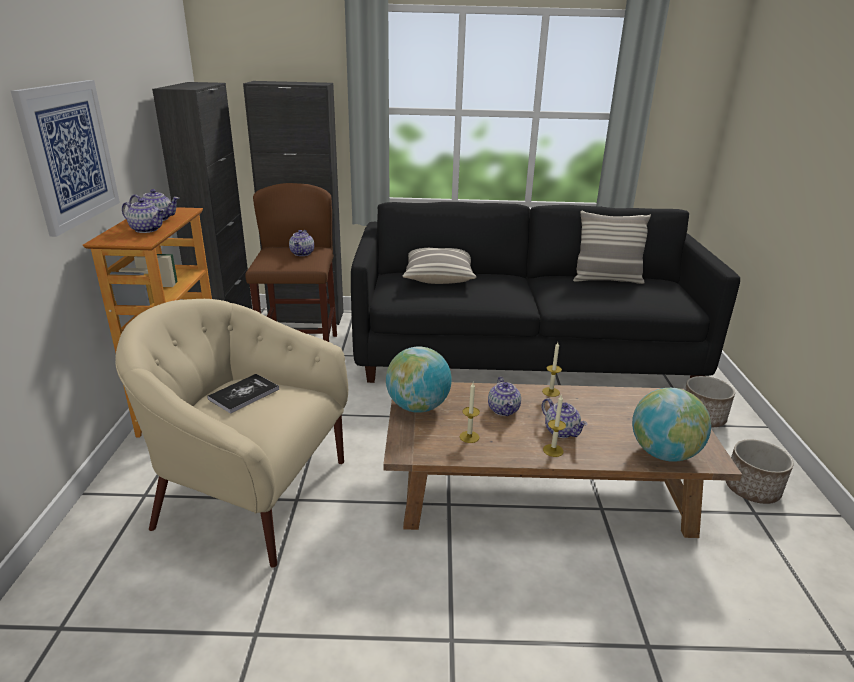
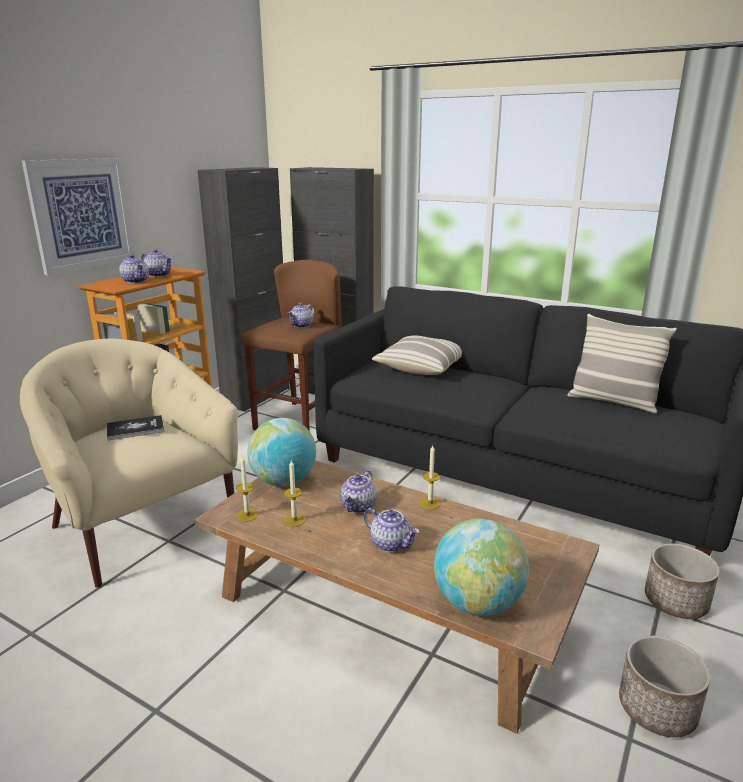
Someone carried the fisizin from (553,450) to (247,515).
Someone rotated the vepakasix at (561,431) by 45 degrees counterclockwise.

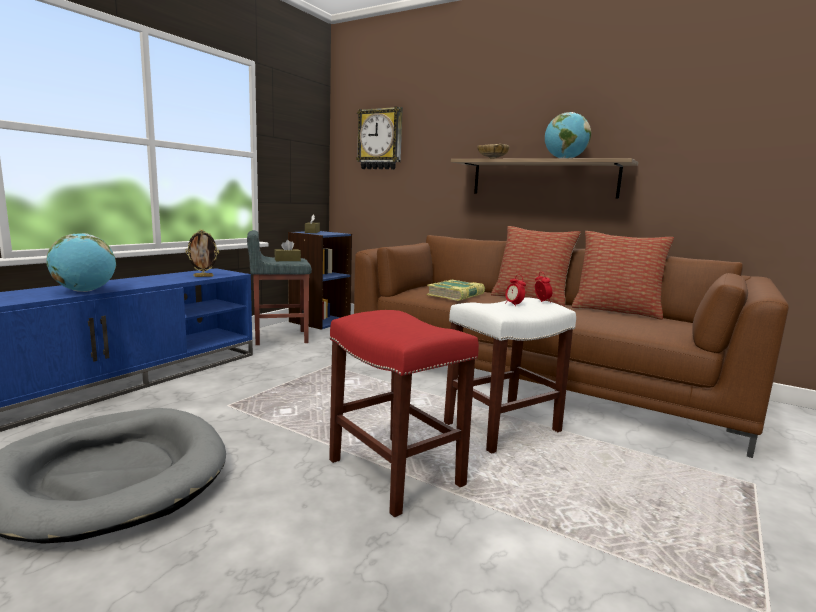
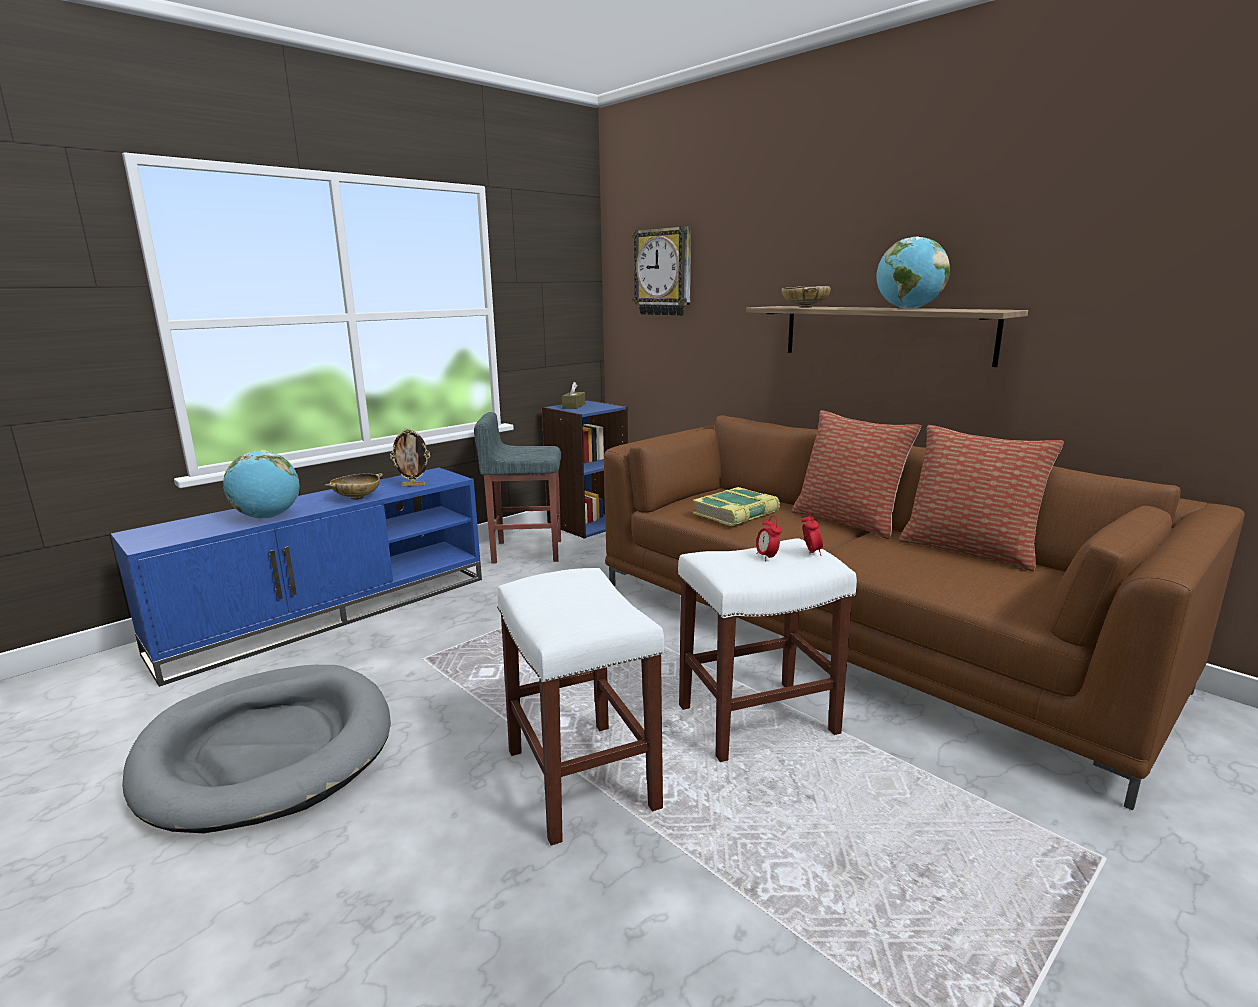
Someone took away the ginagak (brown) at (287,260).
Someone put down the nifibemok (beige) at (357,498).
Someone repainted the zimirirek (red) at (397,473), which became the zimirirek (white) at (583,780).

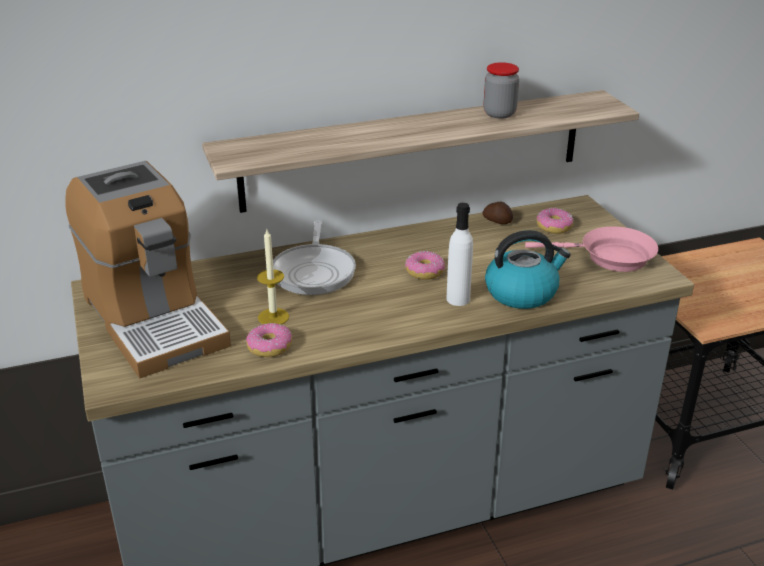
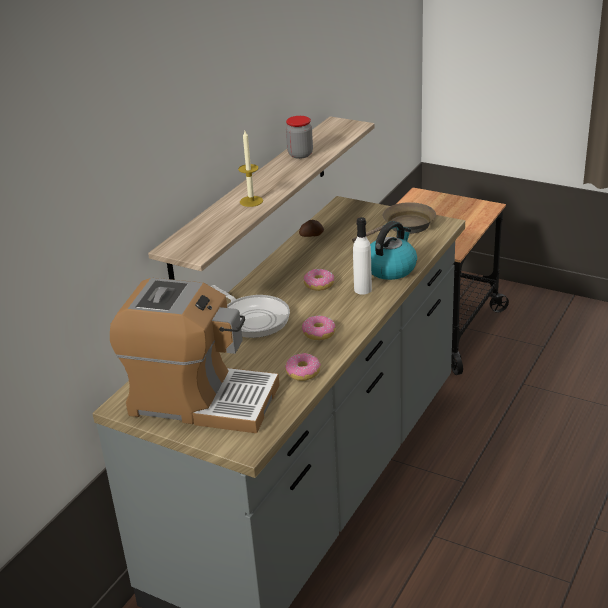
Someone carried the fisizin from (273,317) to (251,201).
Someone carried the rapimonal from (554,227) to (318,333).
Someone repainted the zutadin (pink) at (610,257), which became the zutadin (brown) at (404,226).

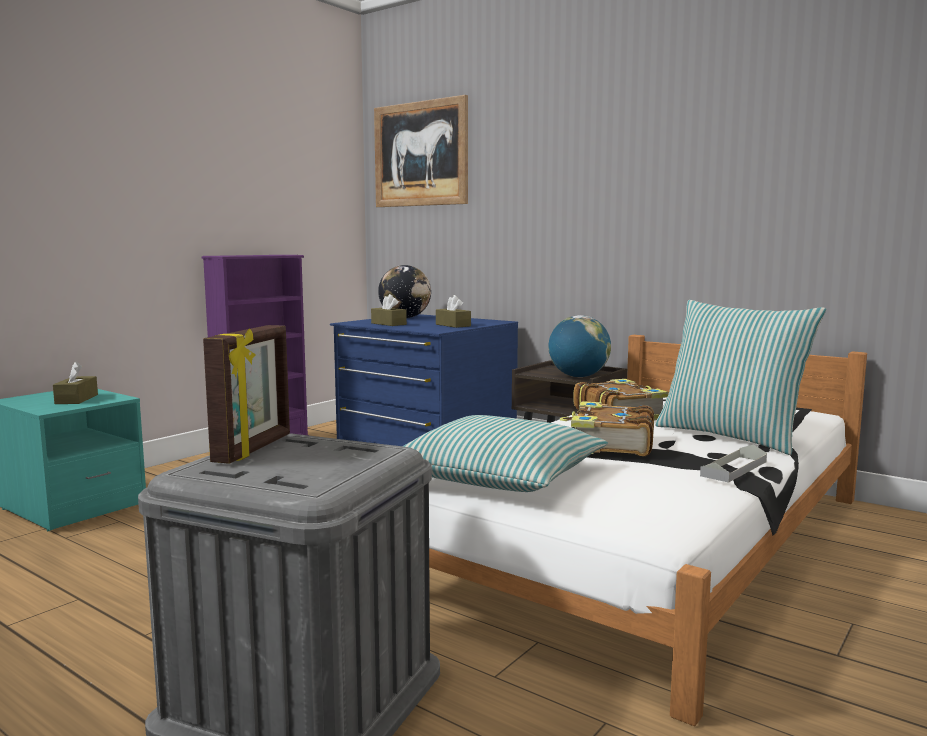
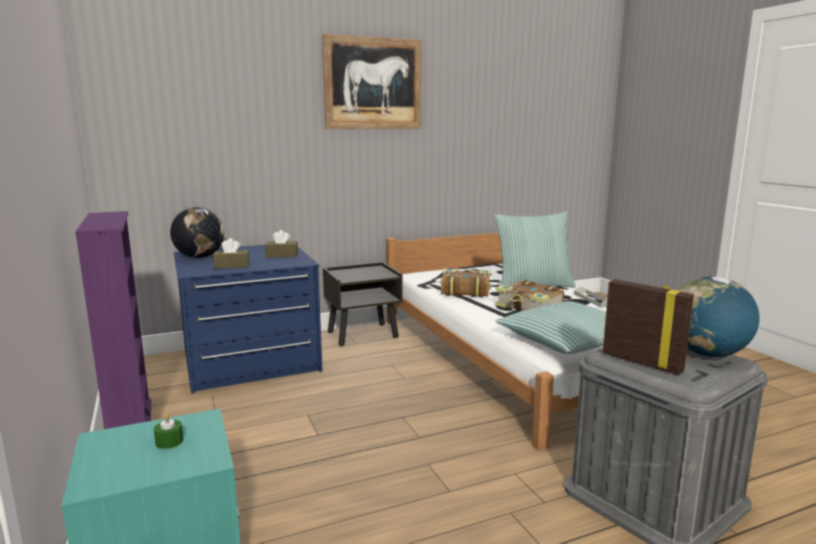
Someone carried the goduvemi from (420,154) to (373,83).
Someone carried the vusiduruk from (578,376) to (707,354).
Someone swapped the ginagak (brown) at (76,399) for the fisizin (green) at (169,441).

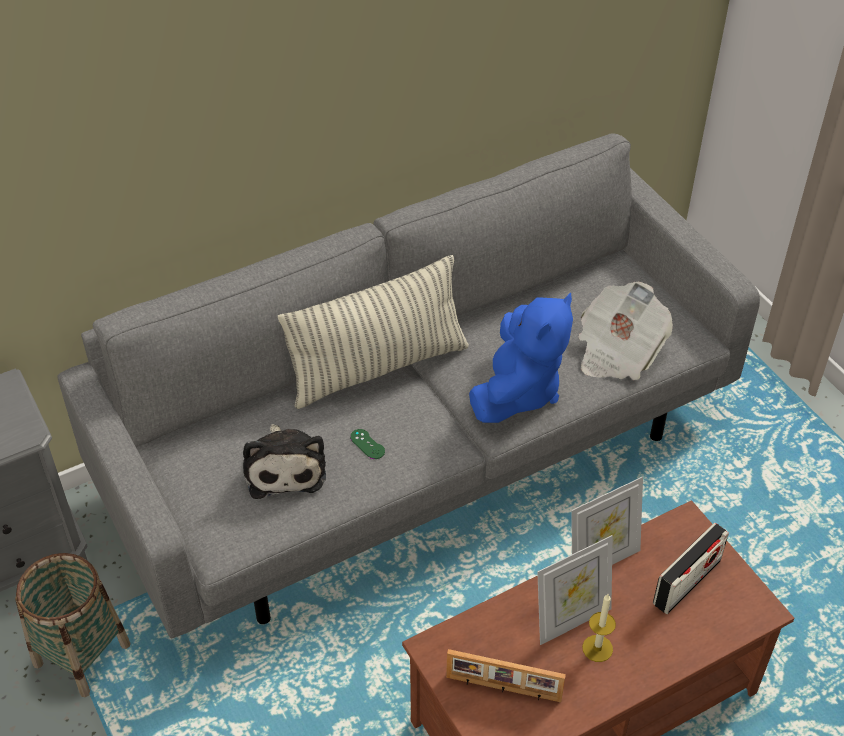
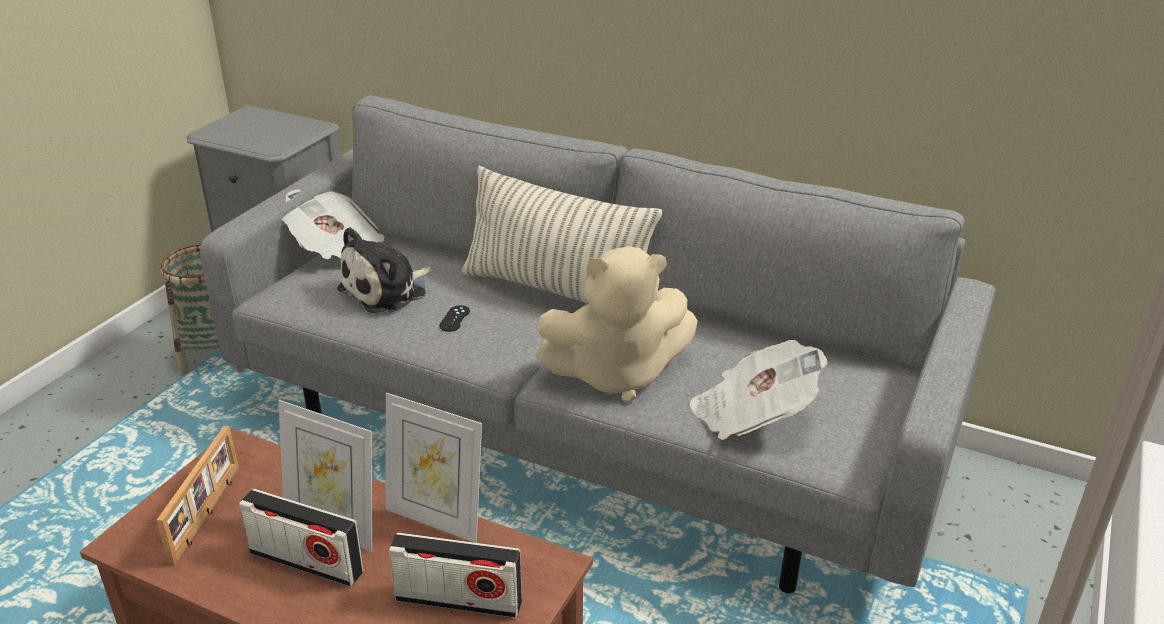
Someone put down the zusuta at (337,251).
Someone swapped the fisizin at (597,648) for the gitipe at (306,562).
Someone repainted the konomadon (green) at (367,444), which became the konomadon (black) at (454,319).
Someone repainted the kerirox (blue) at (518,391), which became the kerirox (beige) at (616,374).
Someone rotated the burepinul at (503,689) by 150 degrees counterclockwise.

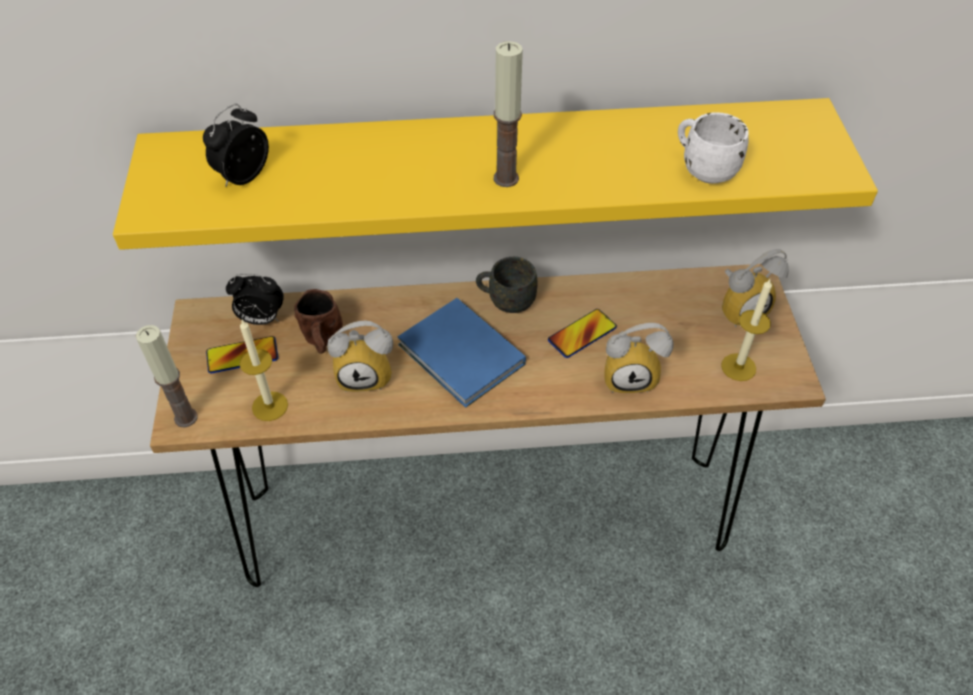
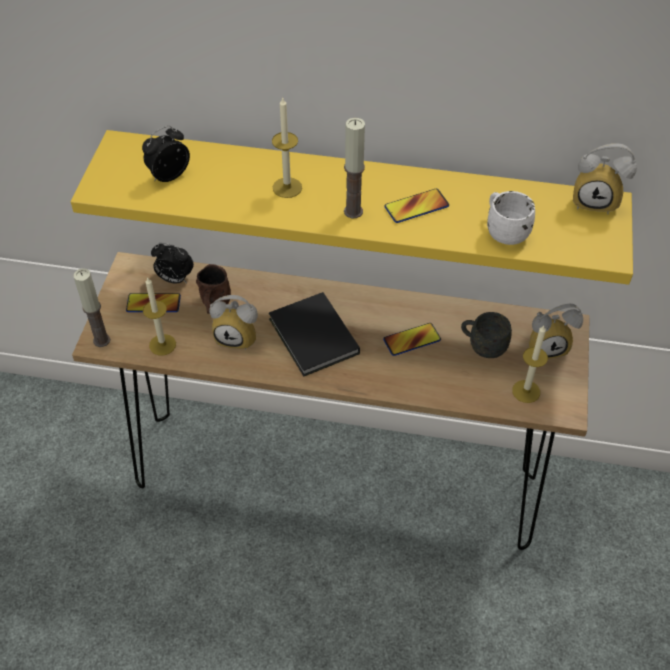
Someone put down the fisizin at (287,187).
Someone put down the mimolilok at (416,207).
Someone carried the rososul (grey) from (505,301) to (482,346).
Someone carried the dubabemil from (630,376) to (596,200).
Someone repainted the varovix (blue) at (462,357), which became the varovix (black) at (313,338).

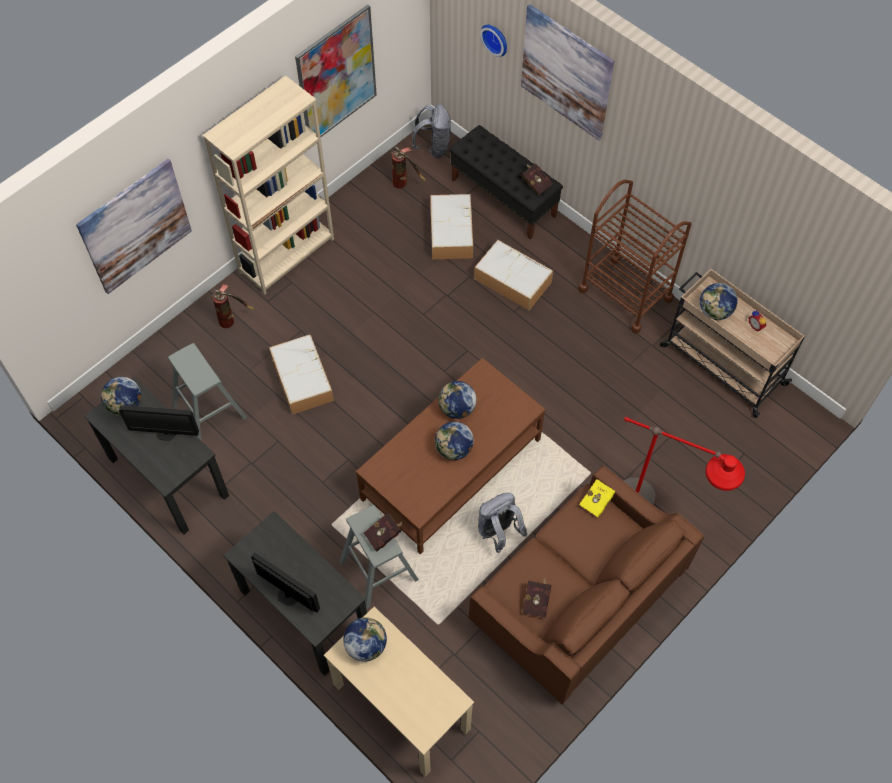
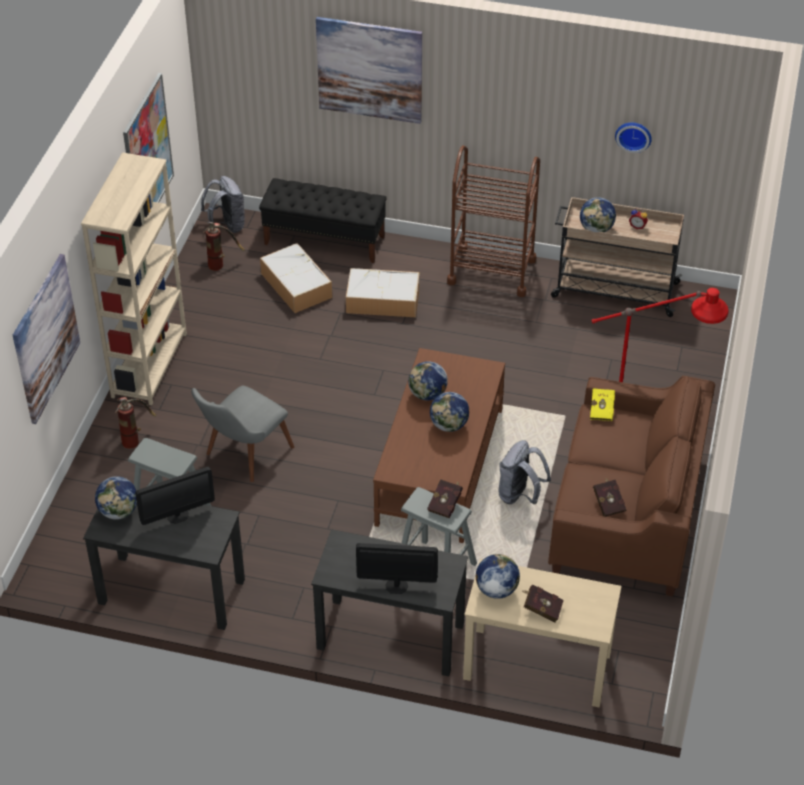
Someone carried the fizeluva from (496,38) to (633,135).
Someone carried the varovix (red) from (535,183) to (541,609).
Someone swapped the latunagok at (301,378) for the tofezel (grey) at (242,456).

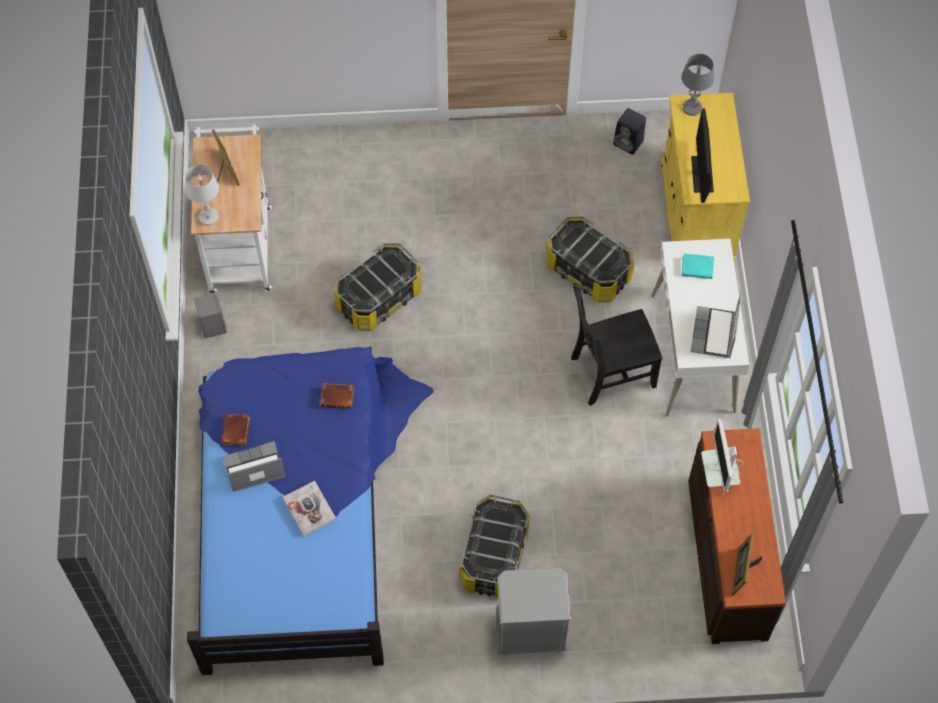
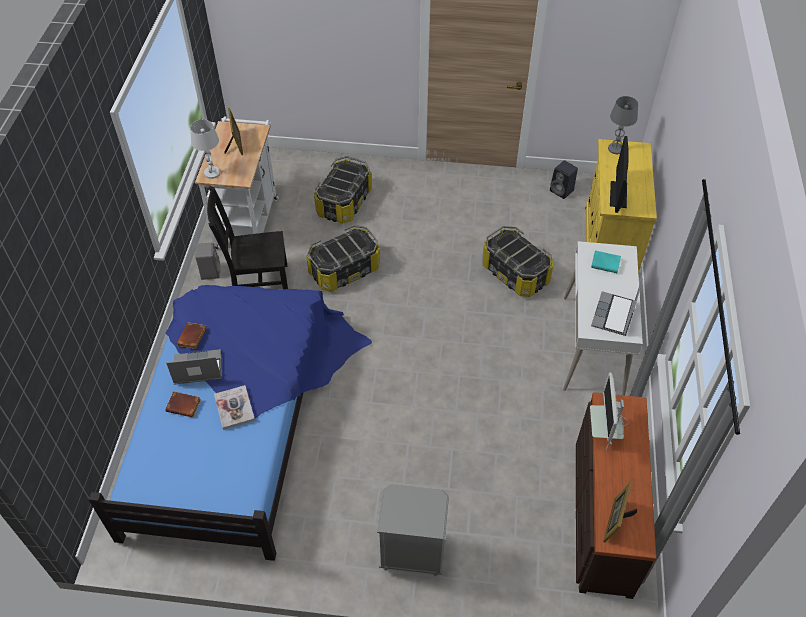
Someone carried the varovix (brown) from (338,397) to (185,405).
Someone carried the latunagok from (493,556) to (343,202).
Someone carried the tofezel (black) from (610,372) to (257,283).

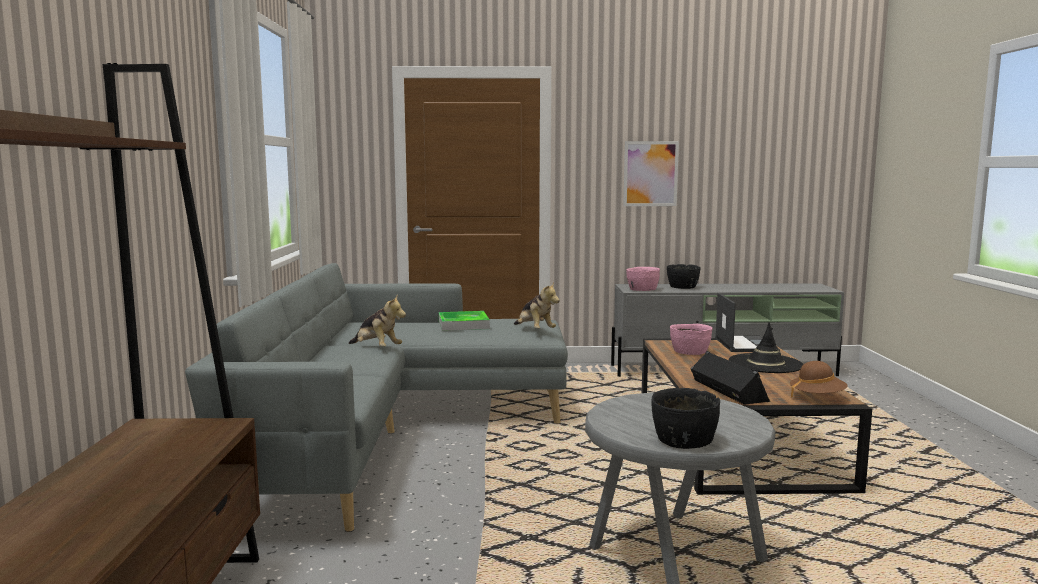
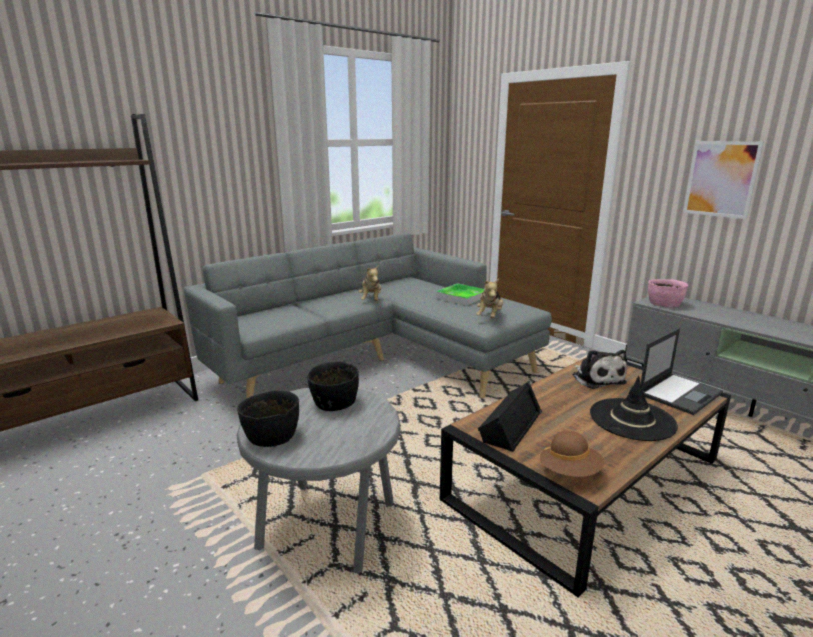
Someone carried the nifibemok (black) from (682,287) to (334,402).
Someone swapped the nifibemok (pink) at (689,351) for the kerirox at (597,378).

